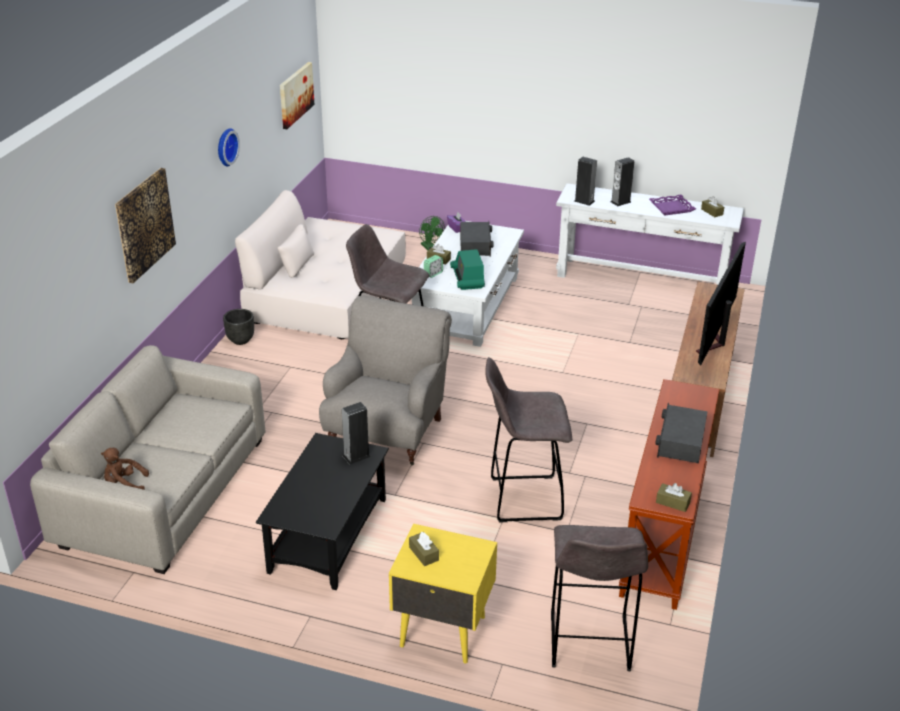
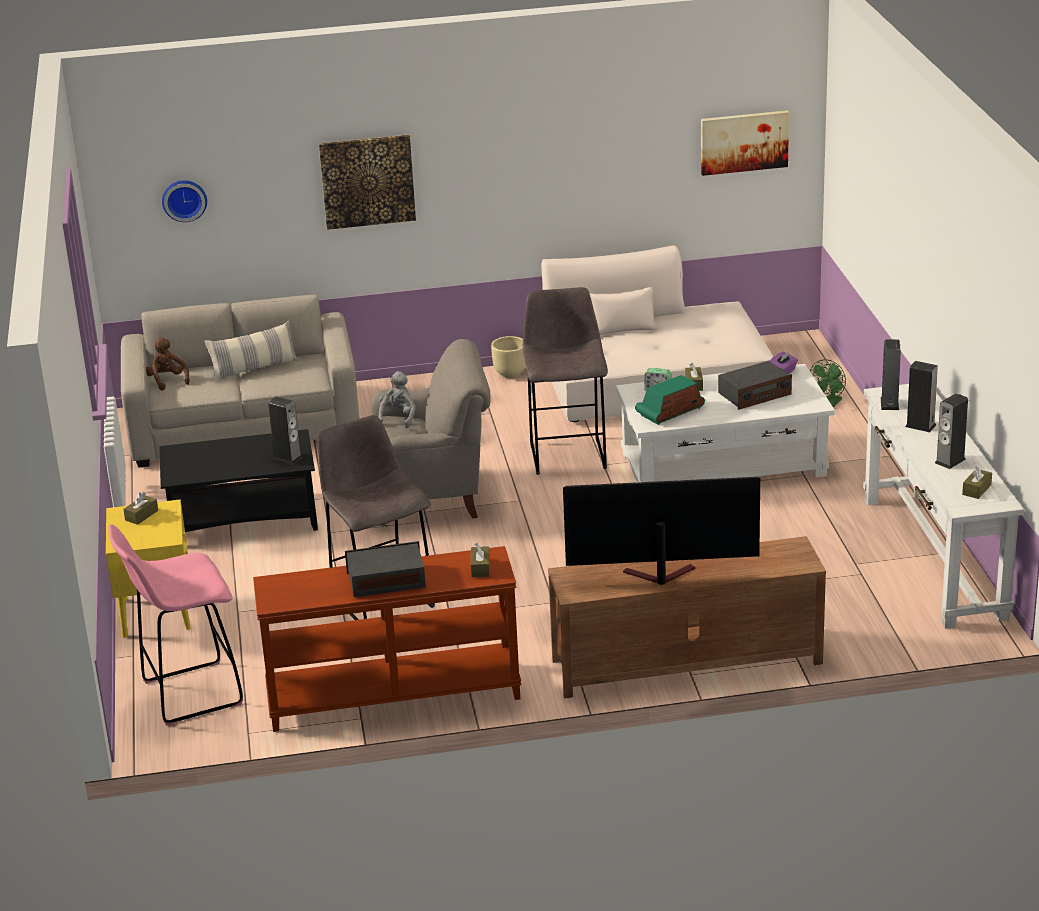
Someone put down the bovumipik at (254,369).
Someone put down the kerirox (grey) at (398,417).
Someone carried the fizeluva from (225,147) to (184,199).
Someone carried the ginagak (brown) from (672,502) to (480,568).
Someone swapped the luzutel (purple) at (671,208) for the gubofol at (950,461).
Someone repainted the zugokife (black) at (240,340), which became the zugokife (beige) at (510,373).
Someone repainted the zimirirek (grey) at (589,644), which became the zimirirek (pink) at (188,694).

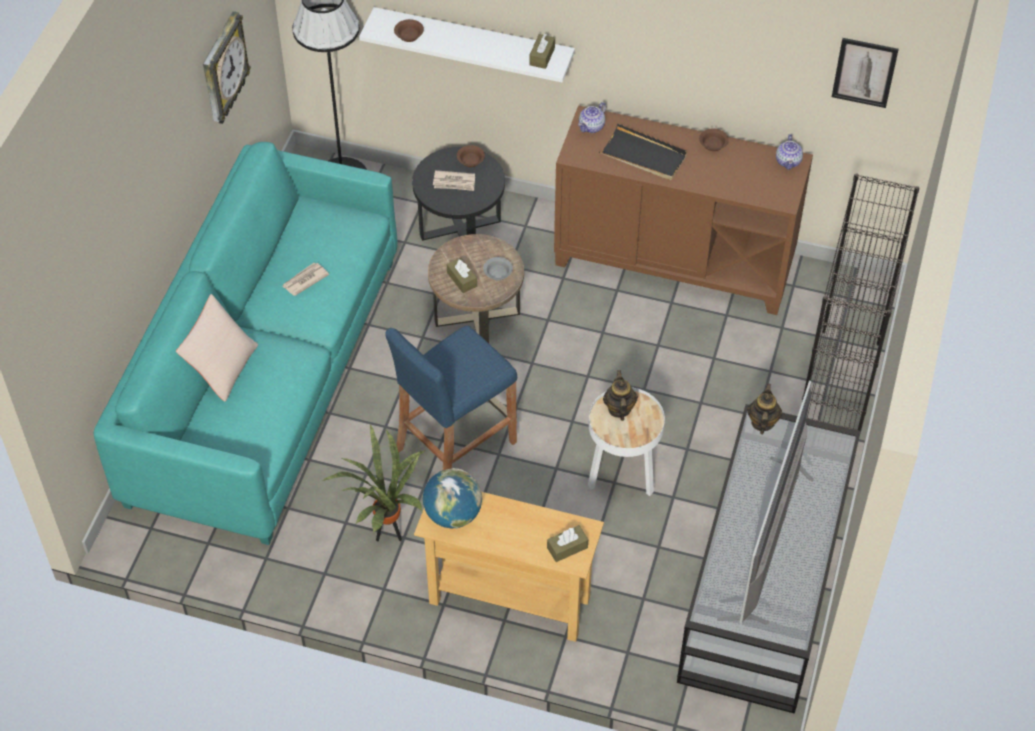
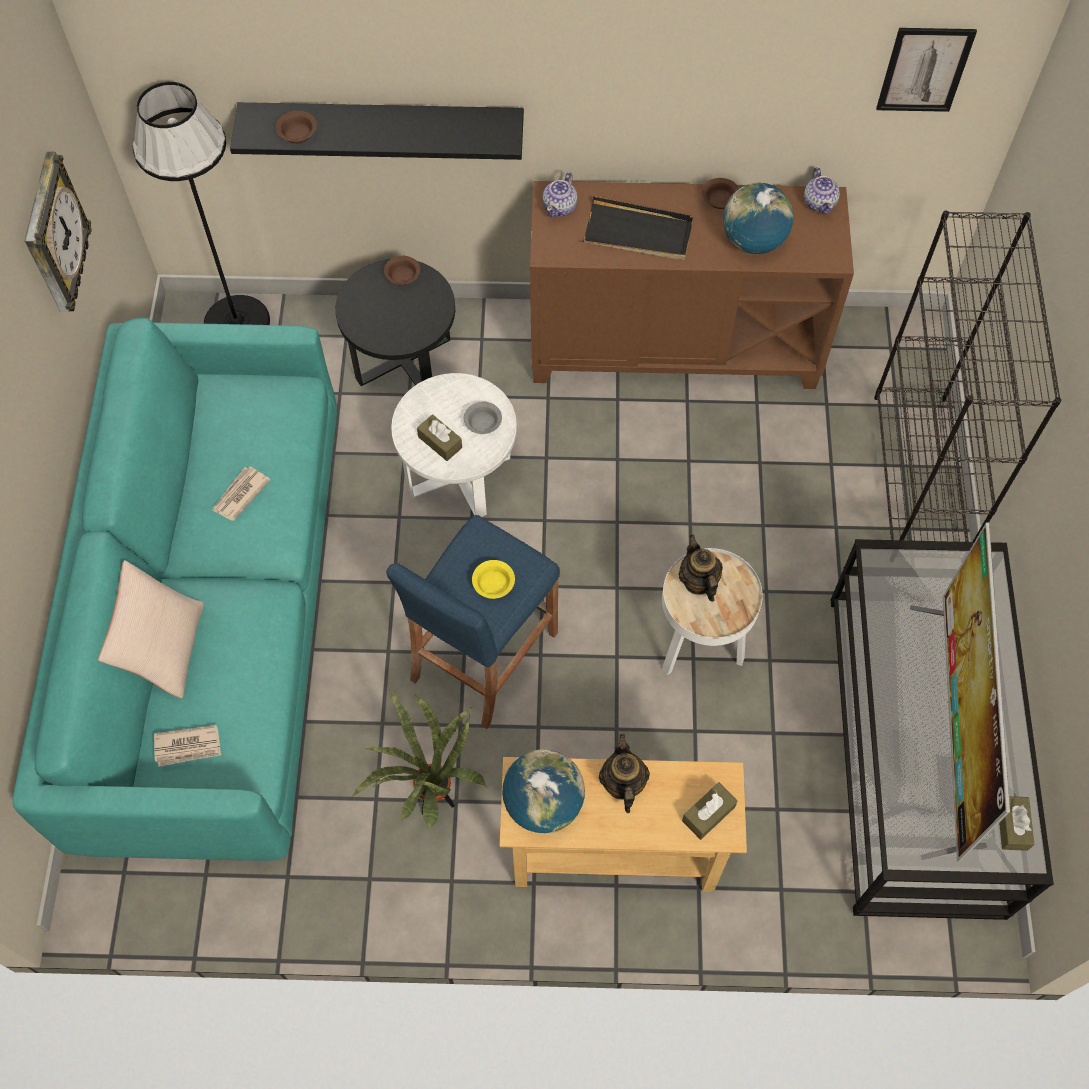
Someone put down the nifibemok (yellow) at (493,585).
Someone put down the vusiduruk at (753,241).
Someone carried the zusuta from (454,182) to (188,747).
Someone carried the ginagak (brown) from (542,56) to (1012,826).
Someone carried the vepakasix from (762,422) to (622,784).
Someone repainted the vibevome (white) at (473,42), which became the vibevome (black) at (383,125).
Someone repainted the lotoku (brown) at (477,317), which became the lotoku (white) at (459,474).

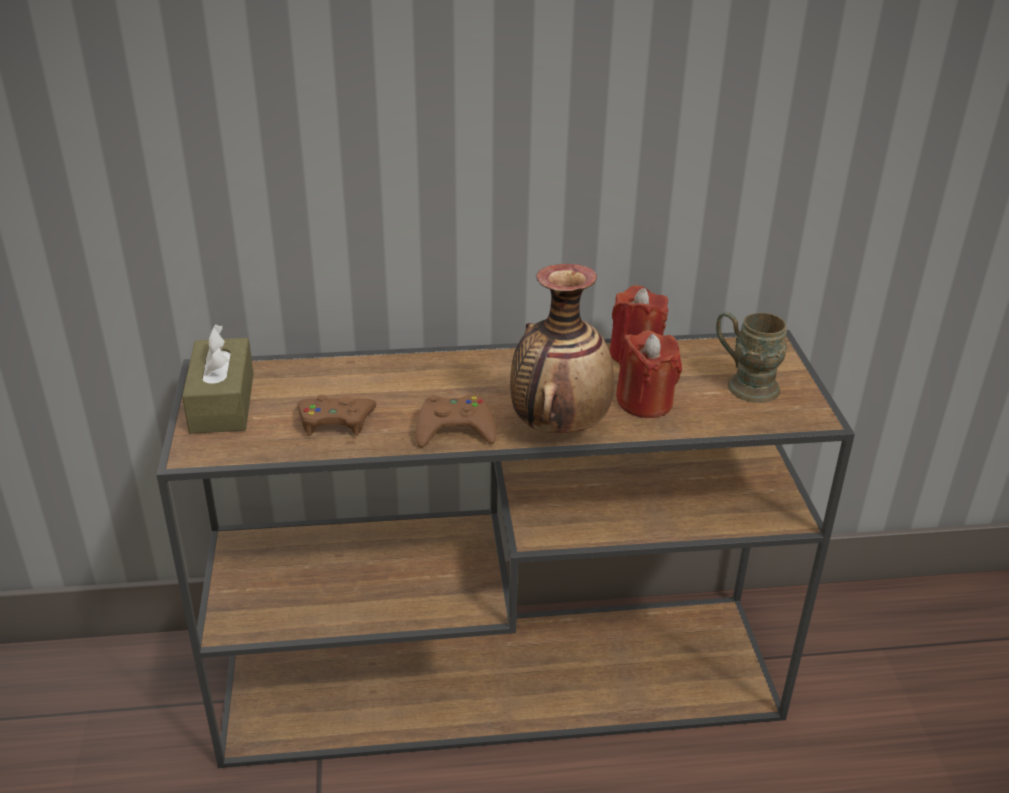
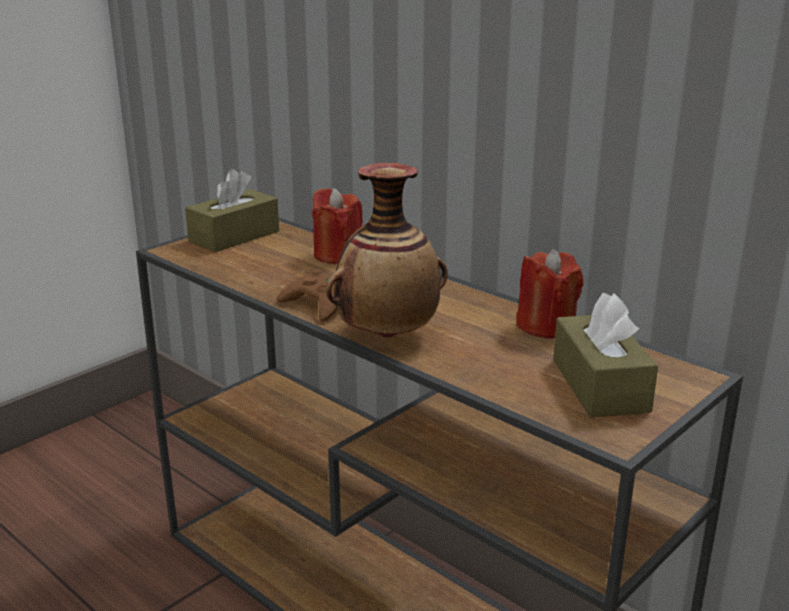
Someone took away the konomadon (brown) at (335,421).
Someone carried the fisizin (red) from (645,402) to (337,255).
Someone swapped the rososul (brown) at (743,384) for the ginagak (brown) at (600,385).

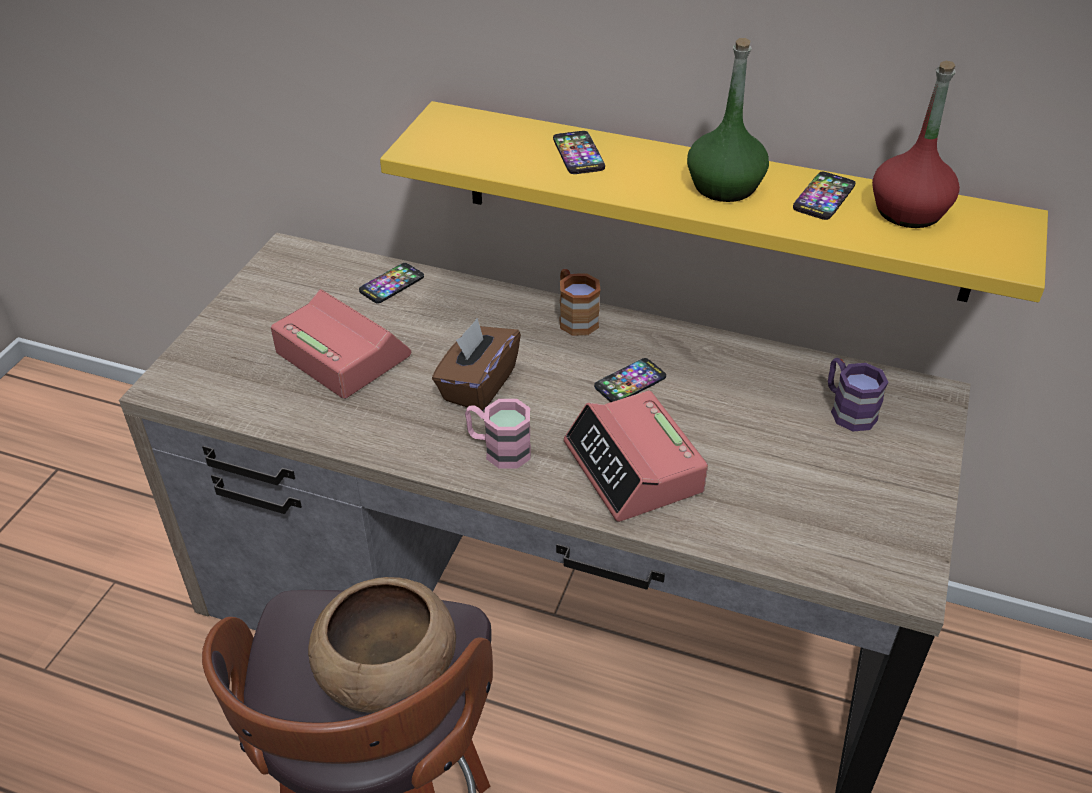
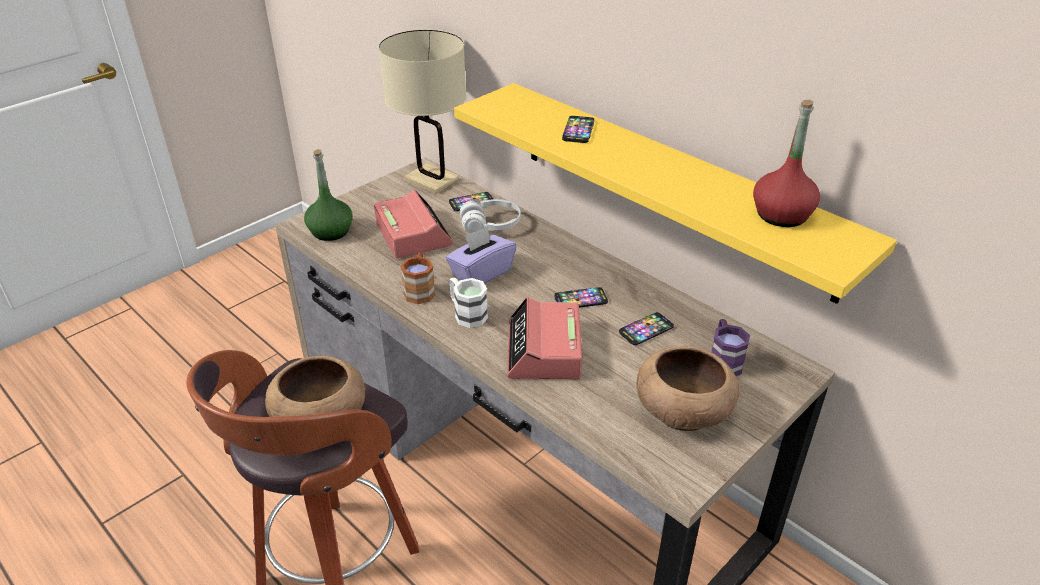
Someone put down the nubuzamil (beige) at (431,180).
Someone put down the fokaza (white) at (490,225).
Someone put down the nifibemok (brown) at (682,411).
Someone carried the rososul (brown) from (575,317) to (420,289).
Someone carried the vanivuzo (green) from (724,186) to (330,231).
Someone carried the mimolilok from (824,197) to (646,330).
Someone repainted the ginagak (brown) at (478,385), which became the ginagak (purple) at (481,273).
Someone repainted the rososul (pink) at (498,449), which became the rososul (white) at (466,313).

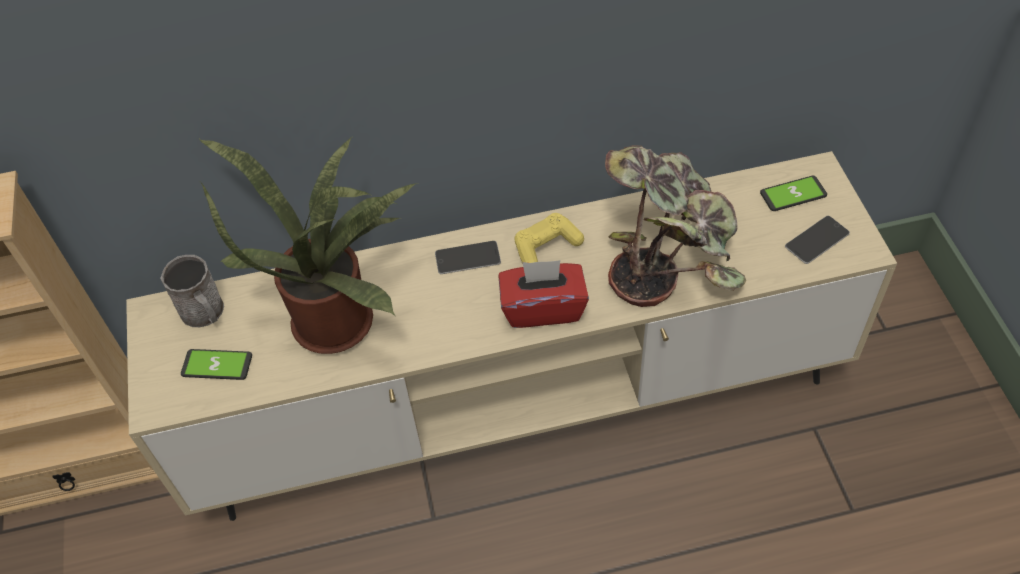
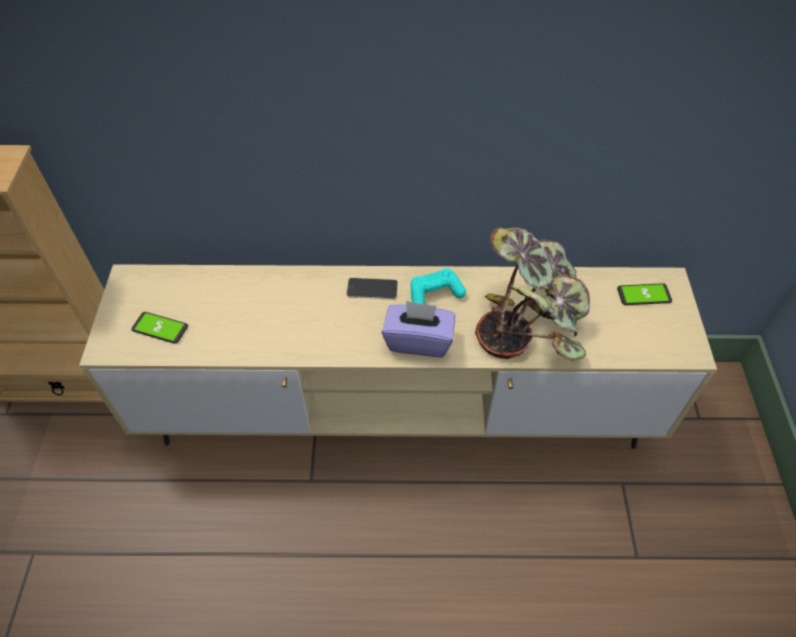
Someone took away the rososul (grey) at (205,313).
Someone took away the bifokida at (340,317).
Someone took away the mimolilok at (817,240).
Someone repainted the ginagak (red) at (543,308), which became the ginagak (purple) at (418,340).
Someone repainted the konomadon (yellow) at (546,247), which became the konomadon (turquoise) at (435,294).

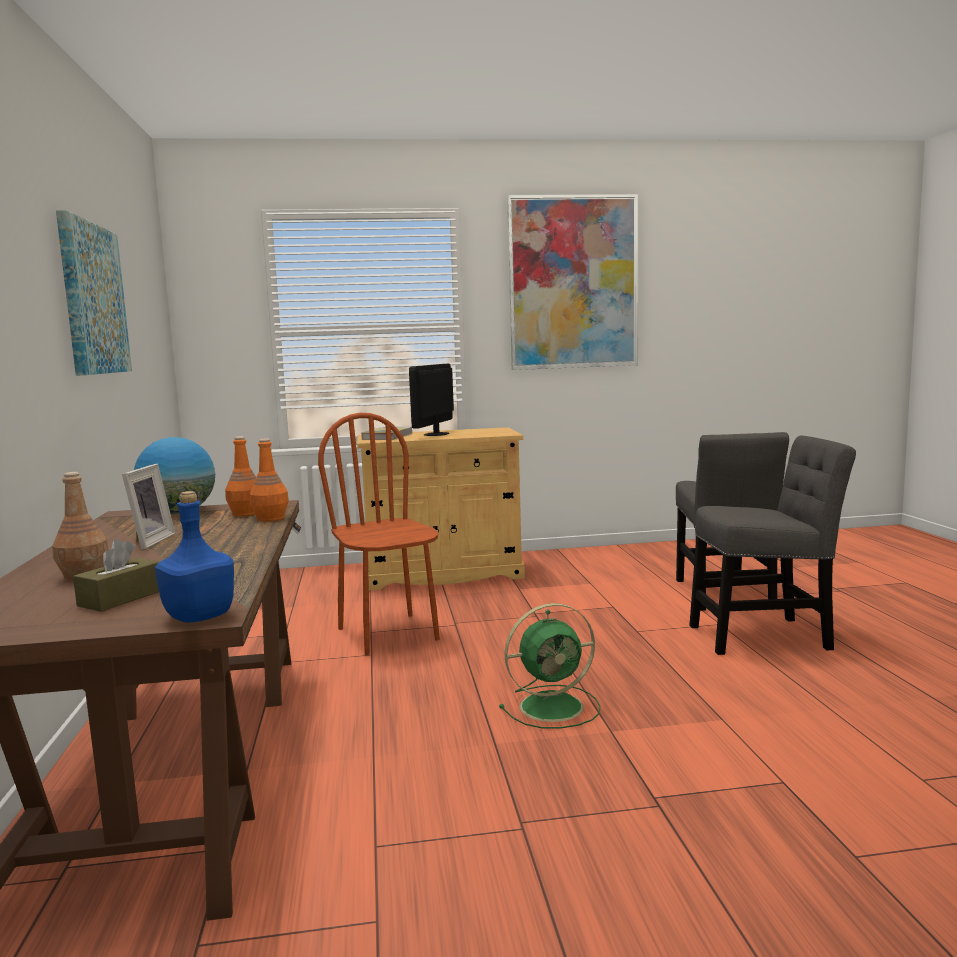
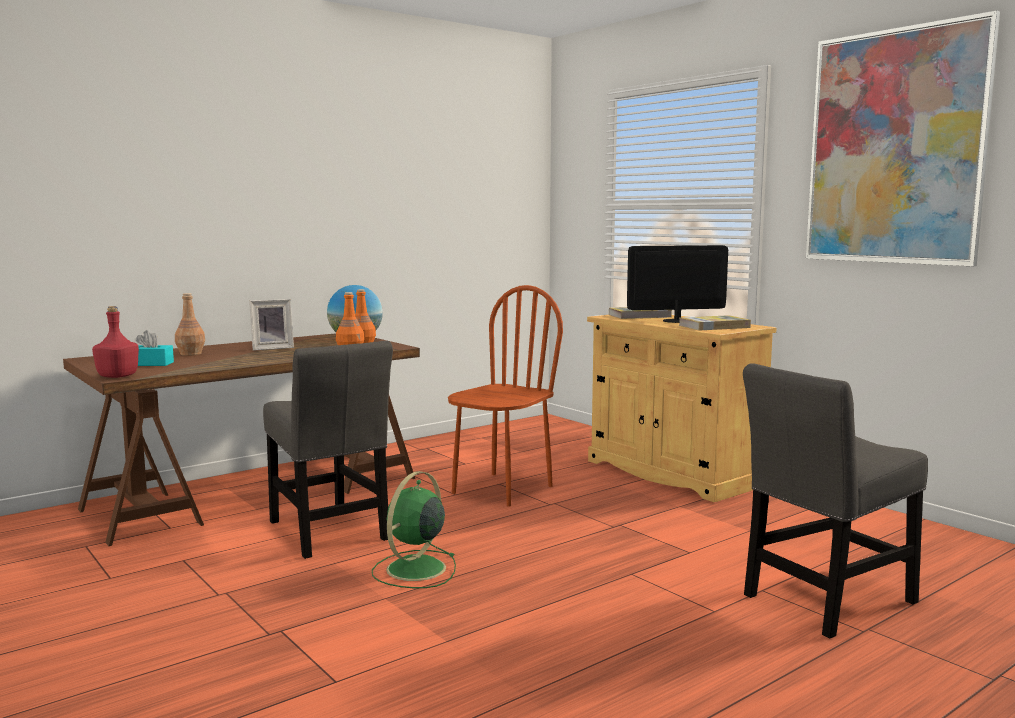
Someone took away the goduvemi at (93,299).
Someone put down the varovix at (714,326).
Someone carried the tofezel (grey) from (765,636) to (329,533).
Someone repainted the ginagak (brown) at (121,598), which became the ginagak (turquoise) at (150,364).
Someone repainted the vanivuzo (blue) at (198,617), which became the vanivuzo (red) at (117,376).
Someone rotated the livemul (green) at (554,706) by 75 degrees clockwise.

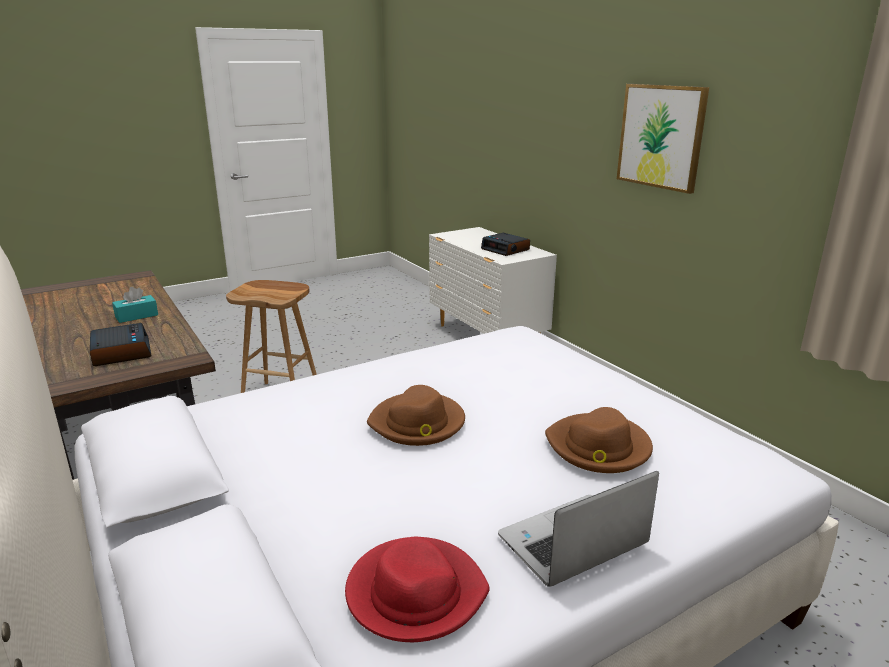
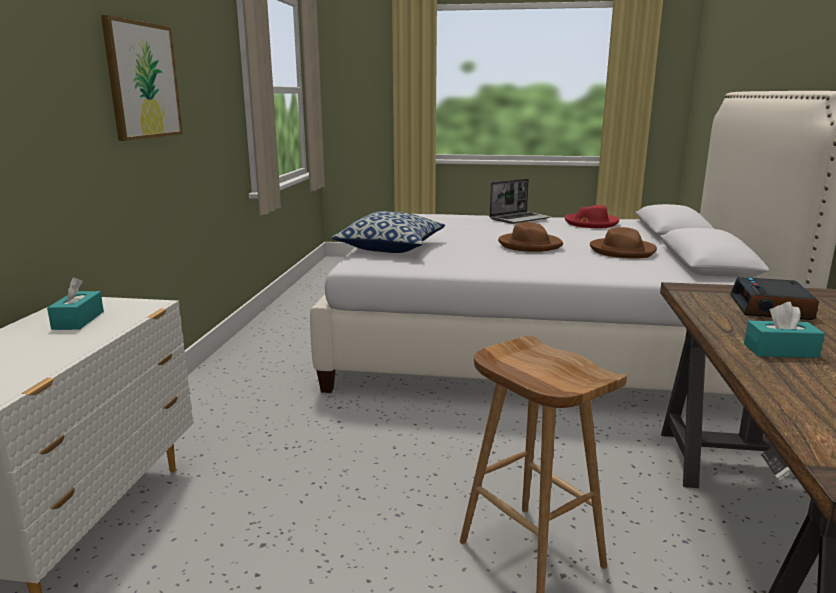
Someone put down the bovumipik at (391,248).
Someone carried the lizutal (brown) from (598,447) to (622,251).
Someone swapped the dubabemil at (506,249) for the ginagak (turquoise) at (78,320).
Someone rotated the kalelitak at (572,543) by 45 degrees counterclockwise.

